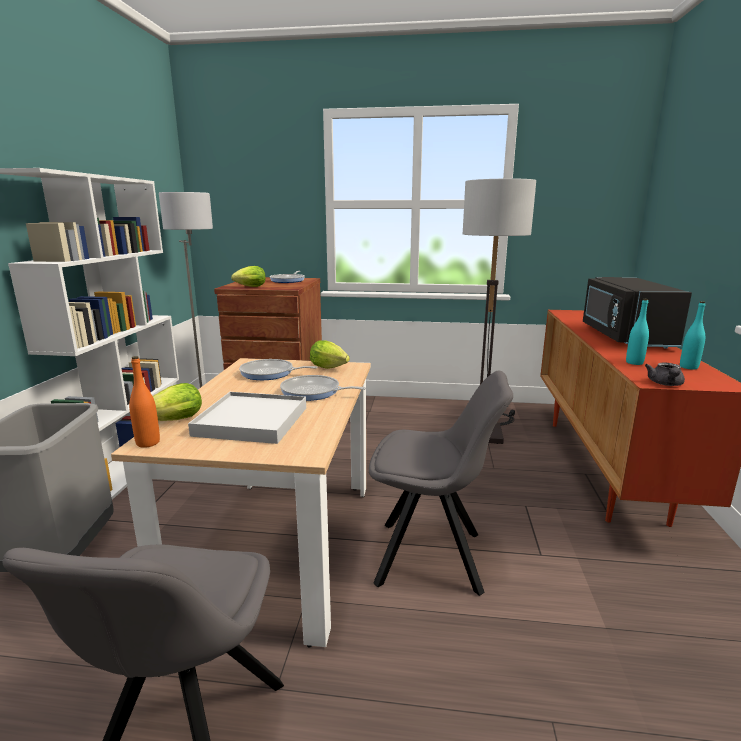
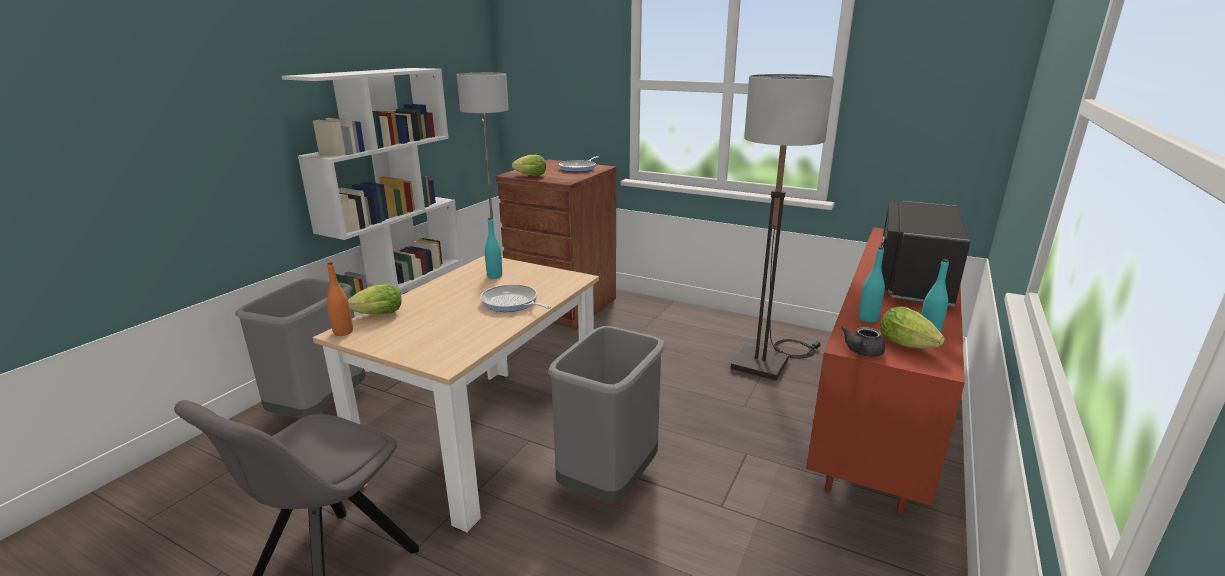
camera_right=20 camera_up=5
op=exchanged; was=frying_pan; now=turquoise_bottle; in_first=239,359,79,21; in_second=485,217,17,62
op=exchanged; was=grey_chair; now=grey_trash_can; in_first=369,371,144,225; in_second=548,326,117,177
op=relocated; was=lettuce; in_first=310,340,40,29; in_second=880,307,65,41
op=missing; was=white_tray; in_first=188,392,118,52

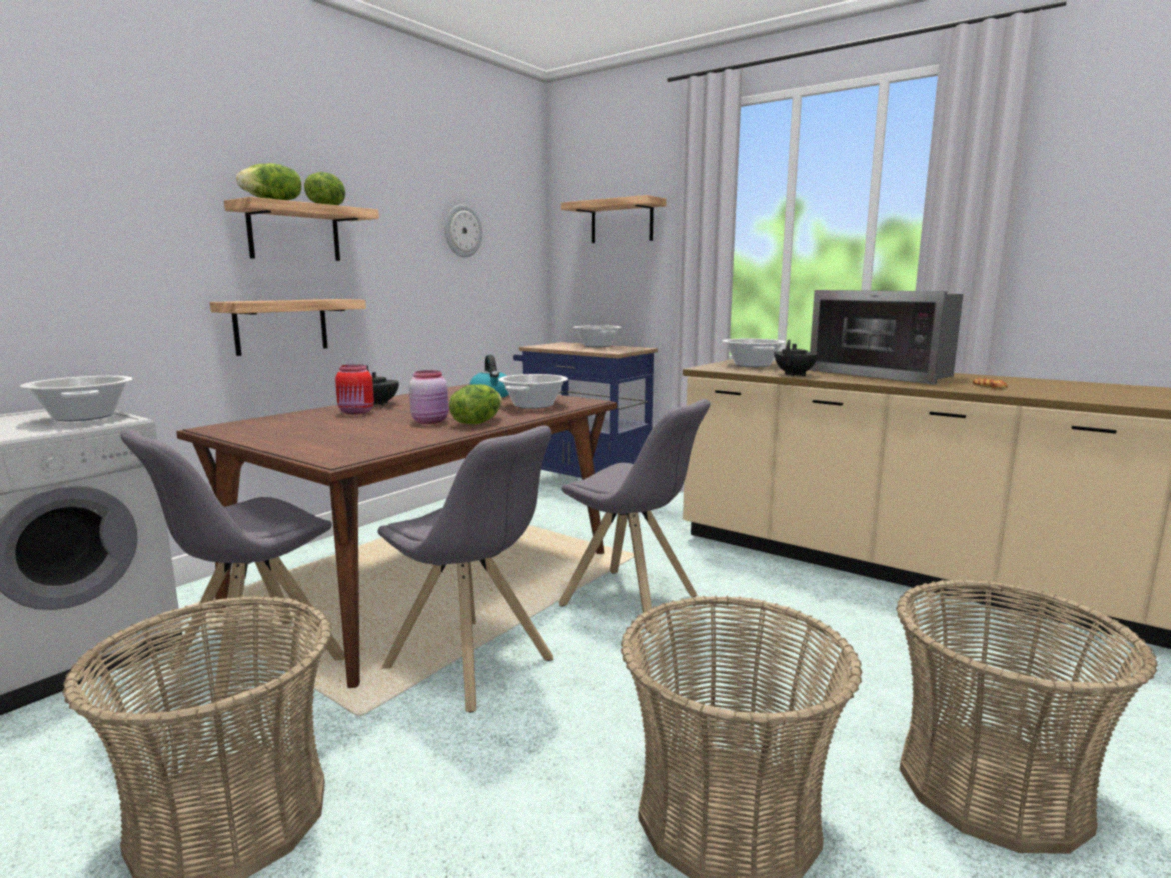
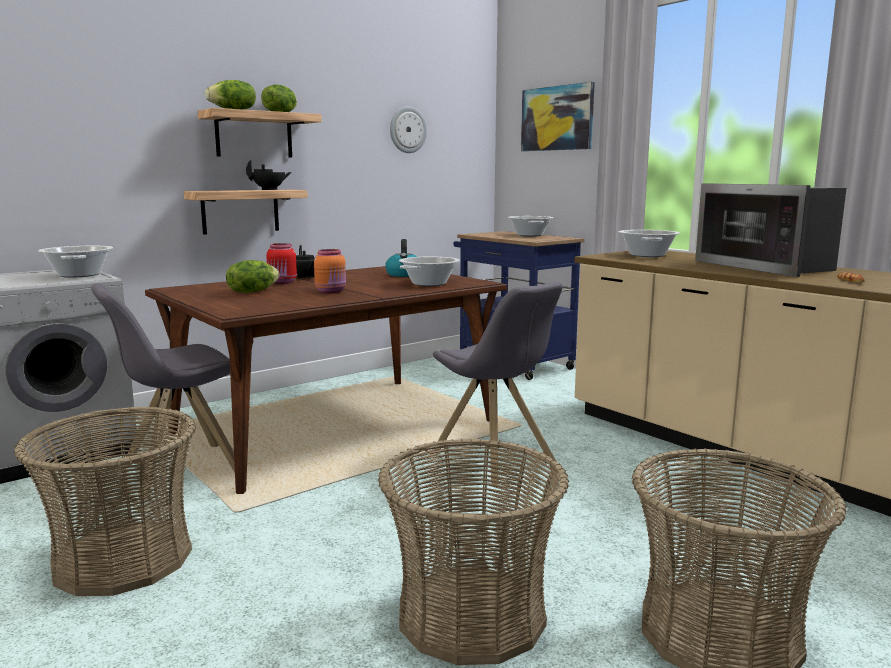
camera_right=15 camera_up=0
op=relocated; was=lettuce; in_first=449,384,53,40; in_second=226,260,53,33
op=relocated; was=black_teapot; in_first=775,339,43,37; in_second=246,160,45,30
op=colour; was=pink_jar; now=orange_jar; in_first=409,370,39,54; in_second=314,249,32,44
op=exchanged; was=shelf; now=picture; in_first=561,195,106,48; in_second=521,82,74,69
op=missing; was=grey_chair; in_first=377,425,176,287

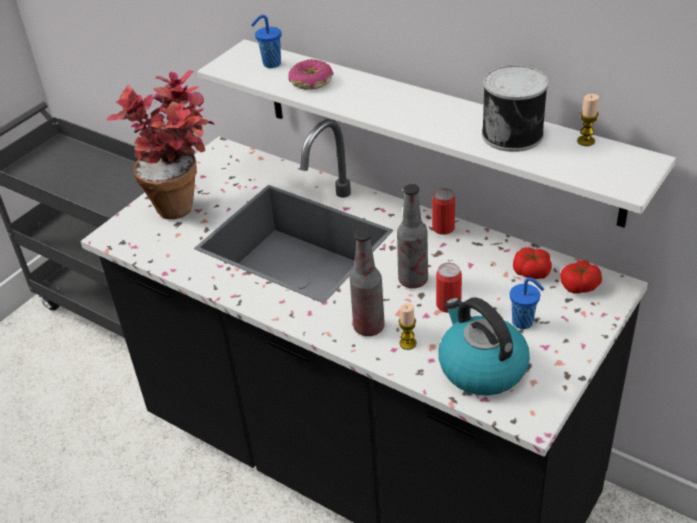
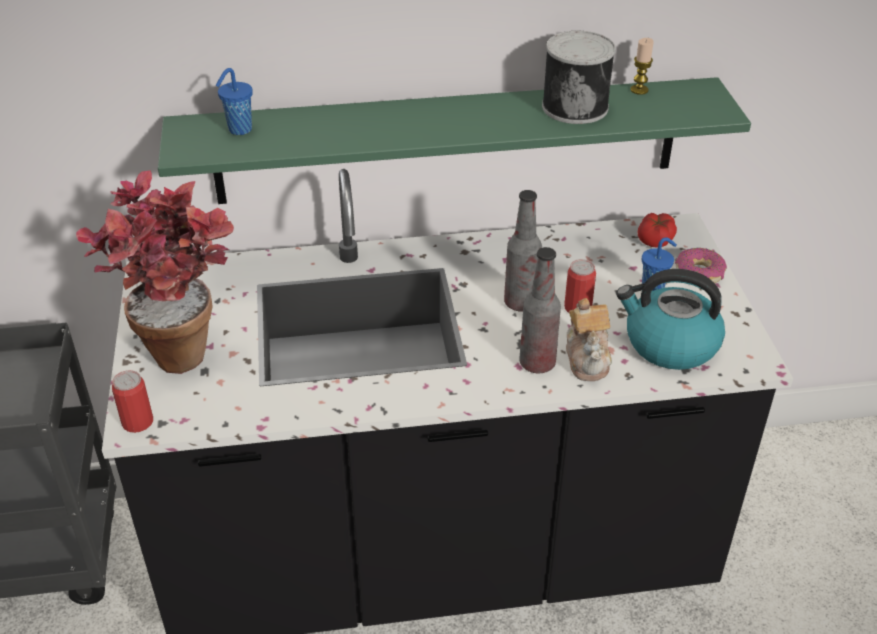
camera_right=-45 camera_up=0
op=relocated; was=can; in_first=432,188,23,47; in_second=112,370,41,63
op=colour; was=white_shelf; now=green_shelf; in_first=197,39,479,189; in_second=158,77,593,127
op=exchanged; was=candle; now=teapot; in_first=398,303,18,47; in_second=566,298,46,83
op=relocated; was=donut; in_first=288,59,46,31; in_second=675,248,52,35
op=missing; was=tomato; in_first=513,247,39,32

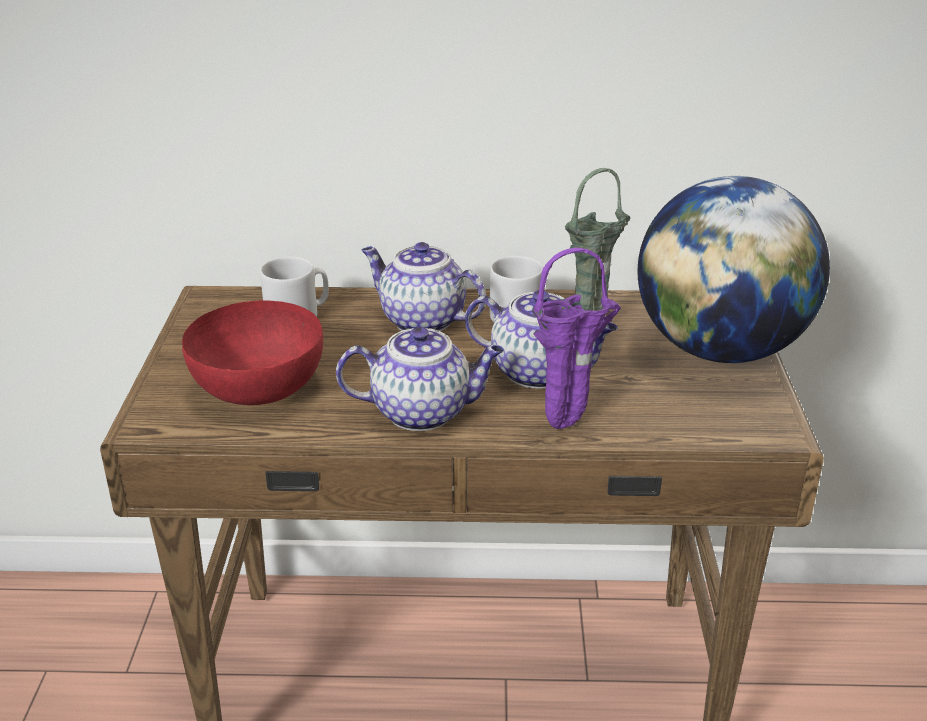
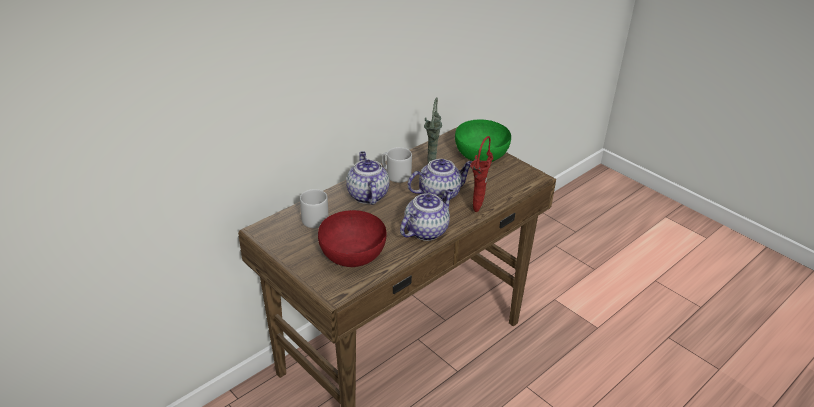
camera_right=-45 camera_up=5
op=spun; was=teapot; in_first=362,242,124,89; in_second=346,151,44,54; clockwise=90
op=exchanged; was=globe; now=green_bowl; in_first=638,176,192,187; in_second=455,119,56,43
op=colour; was=purple_vase; now=red_vase; in_first=532,248,89,181; in_second=470,136,23,76

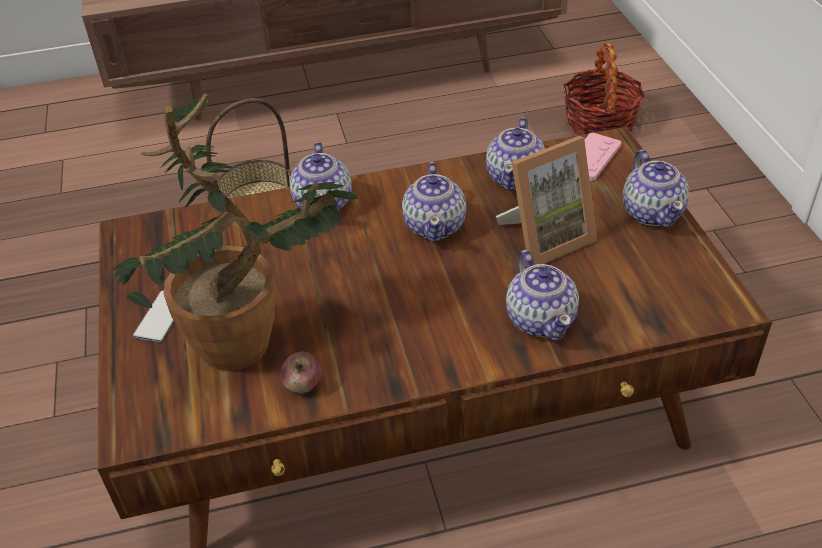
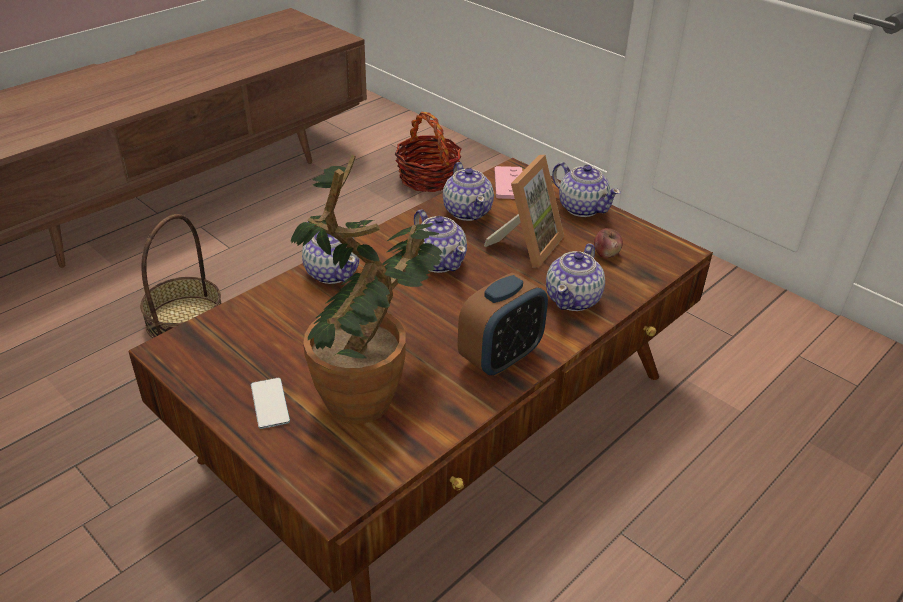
camera_right=-35 camera_up=-5
op=appeared; now=alarm_clock; in_second=458,273,90,103
op=spun; was=teapot; in_first=506,250,73,91; in_second=546,243,59,68; clockwise=75
op=relocated; was=apple; in_first=281,352,40,41; in_second=594,228,29,30

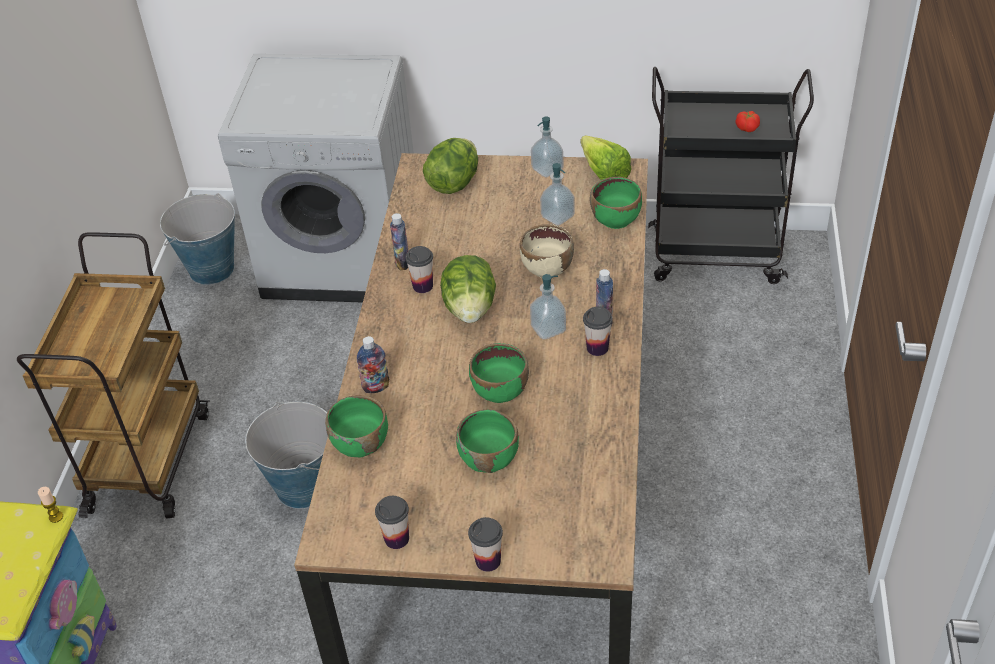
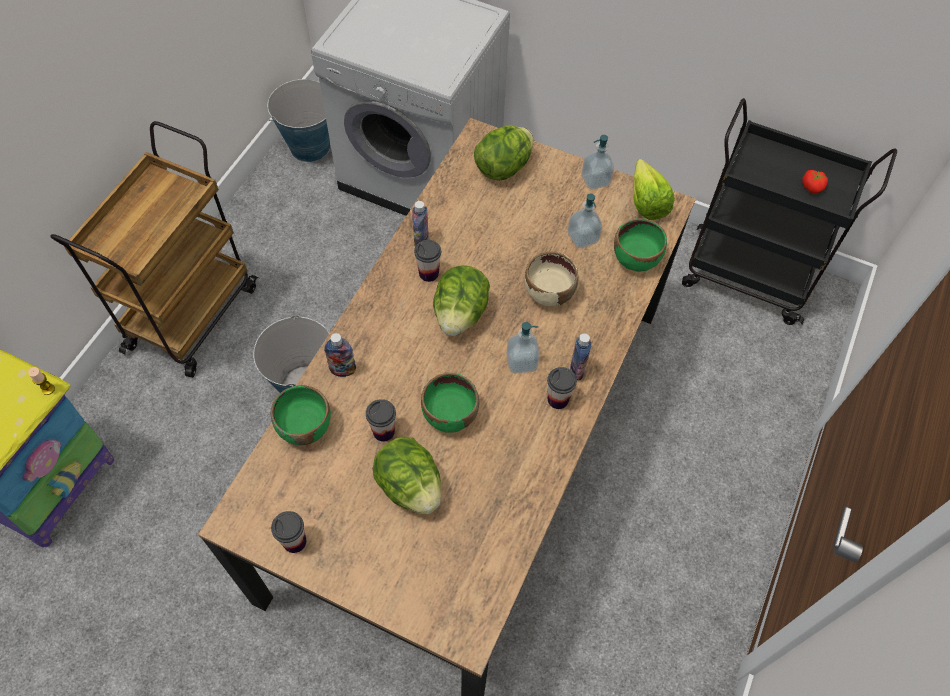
camera_right=15 camera_up=15
op=relocated; was=cup; in_first=468,517,35,55; in_second=366,399,30,43
op=exchanged; was=green_bowl; now=lettuce; in_first=456,409,63,64; in_second=373,437,68,77

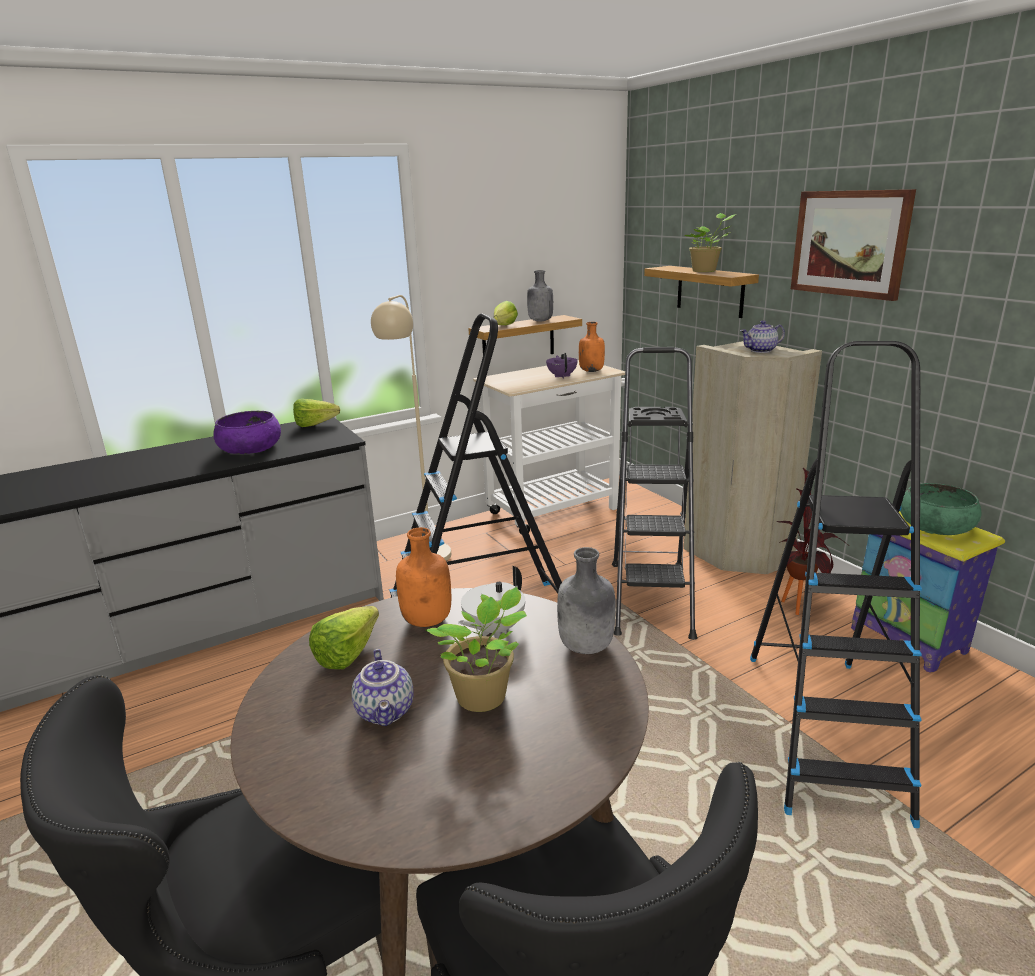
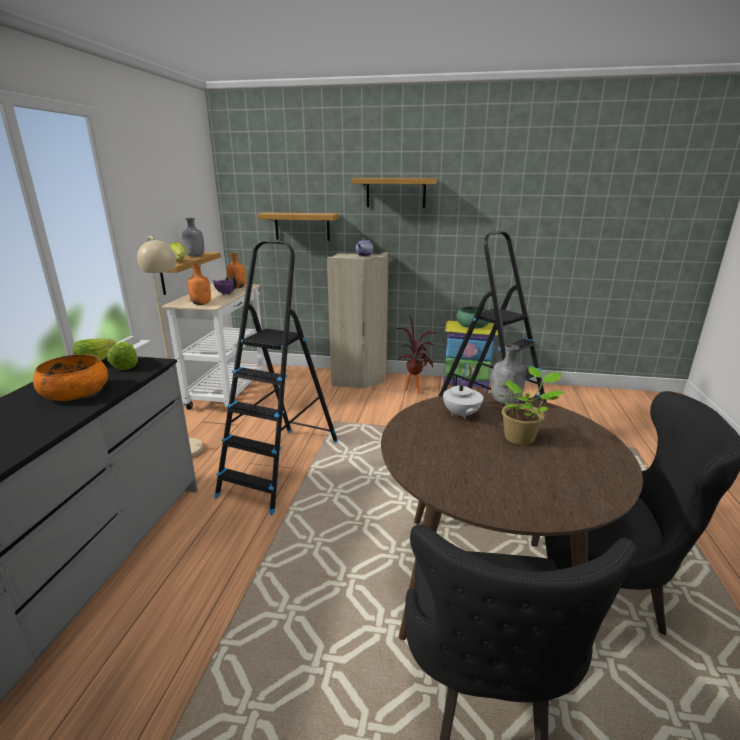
camera_right=-50 camera_up=0
op=colour; was=purple_bowl; now=orange_bowl; in_first=213,411,68,43; in_second=33,354,75,47
op=relocated; was=lettuce; in_first=309,606,70,63; in_second=107,341,31,29
op=relocated; was=orange_bottle; in_first=396,527,55,100; in_second=188,264,23,41
op=exchanged; was=picture; now=shelf; in_first=791,189,125,112; in_second=352,178,85,30
op=missing; was=teapot; in_first=351,649,63,77
op=missing; was=step_ladder; in_first=612,347,85,293
op=missing; was=potted_plant; in_first=684,213,52,59

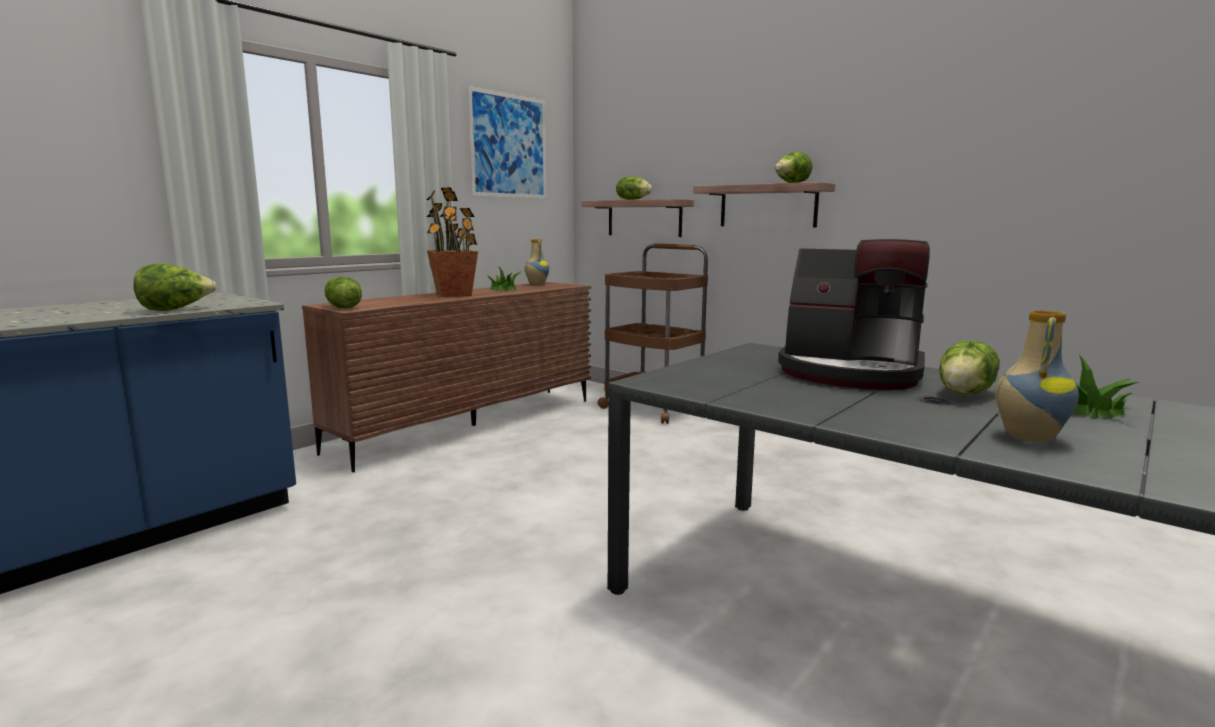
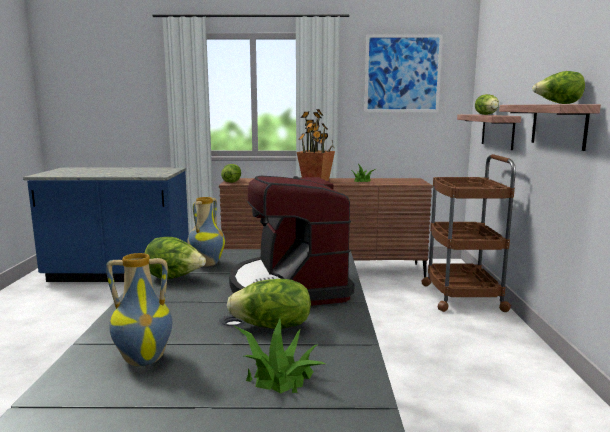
camera_right=50 camera_up=0
op=relocated; was=lettuce; in_first=134,263,83,48; in_second=145,237,61,42
op=relocated; was=vase; in_first=525,239,24,46; in_second=188,197,37,69

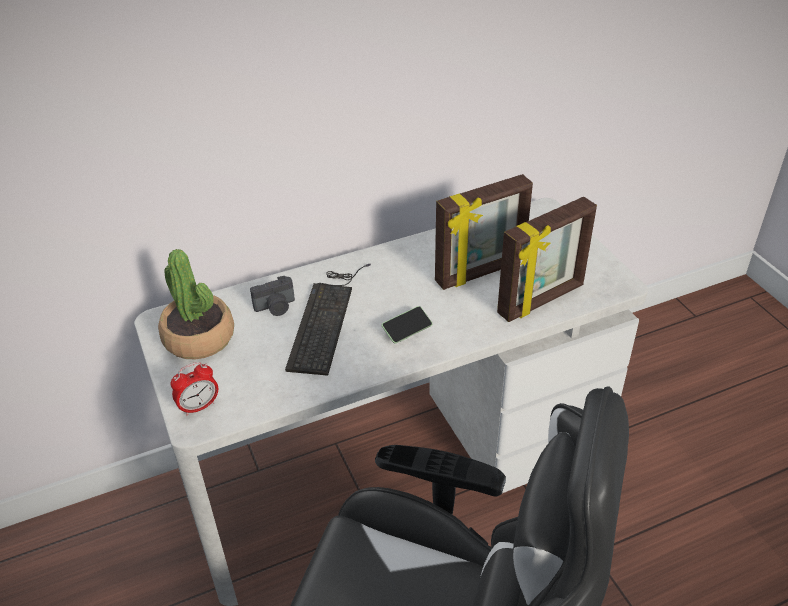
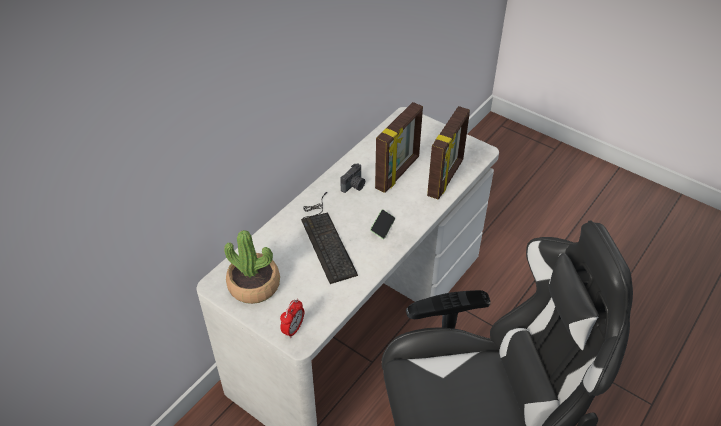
camera_right=-30 camera_up=5
op=relocated; was=photo_camera; in_first=250,276,45,40; in_second=340,163,25,30

